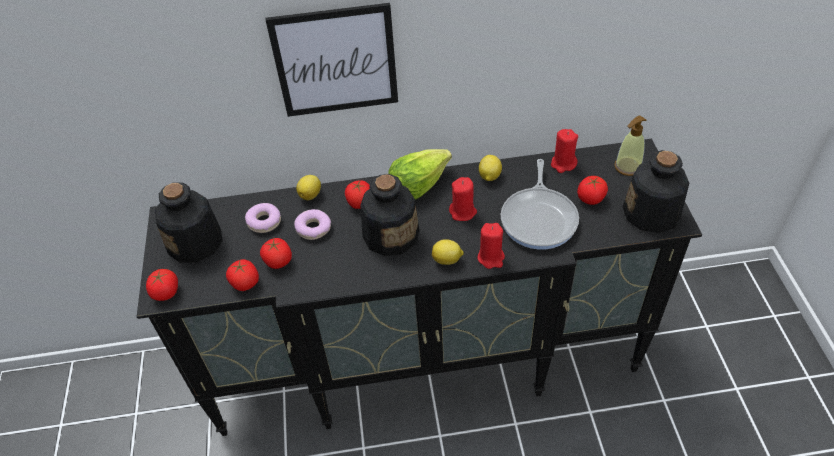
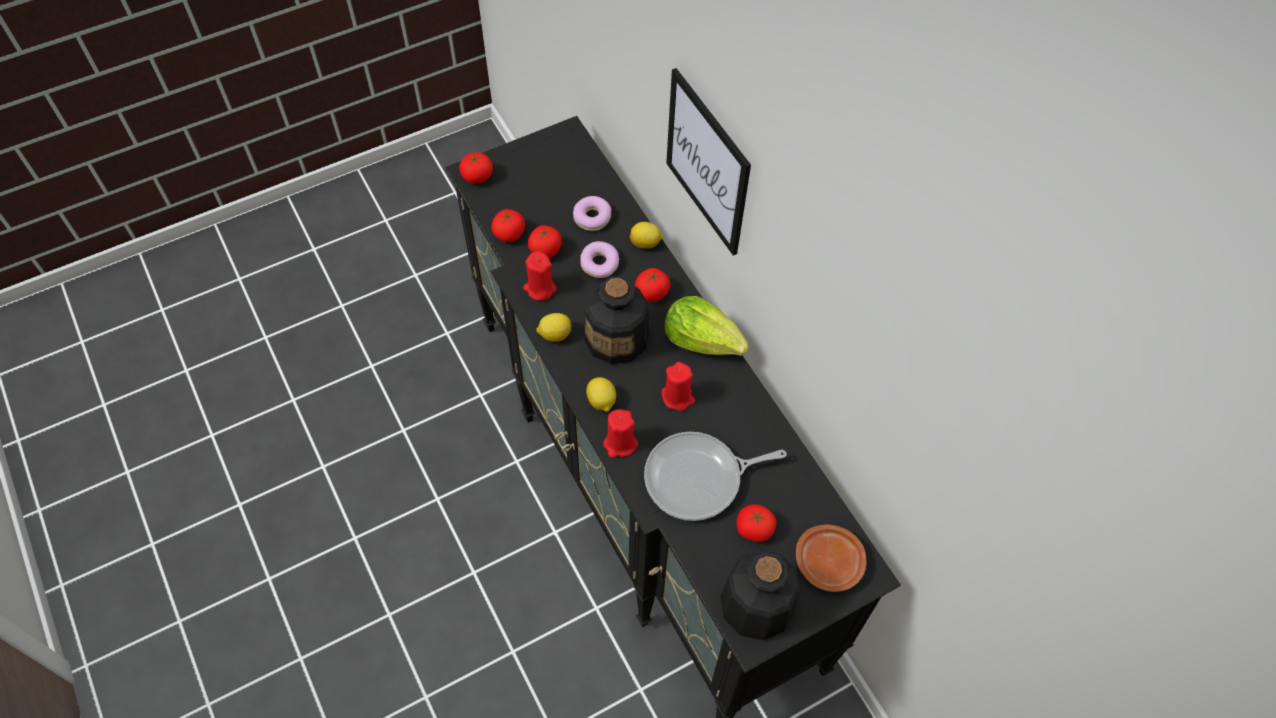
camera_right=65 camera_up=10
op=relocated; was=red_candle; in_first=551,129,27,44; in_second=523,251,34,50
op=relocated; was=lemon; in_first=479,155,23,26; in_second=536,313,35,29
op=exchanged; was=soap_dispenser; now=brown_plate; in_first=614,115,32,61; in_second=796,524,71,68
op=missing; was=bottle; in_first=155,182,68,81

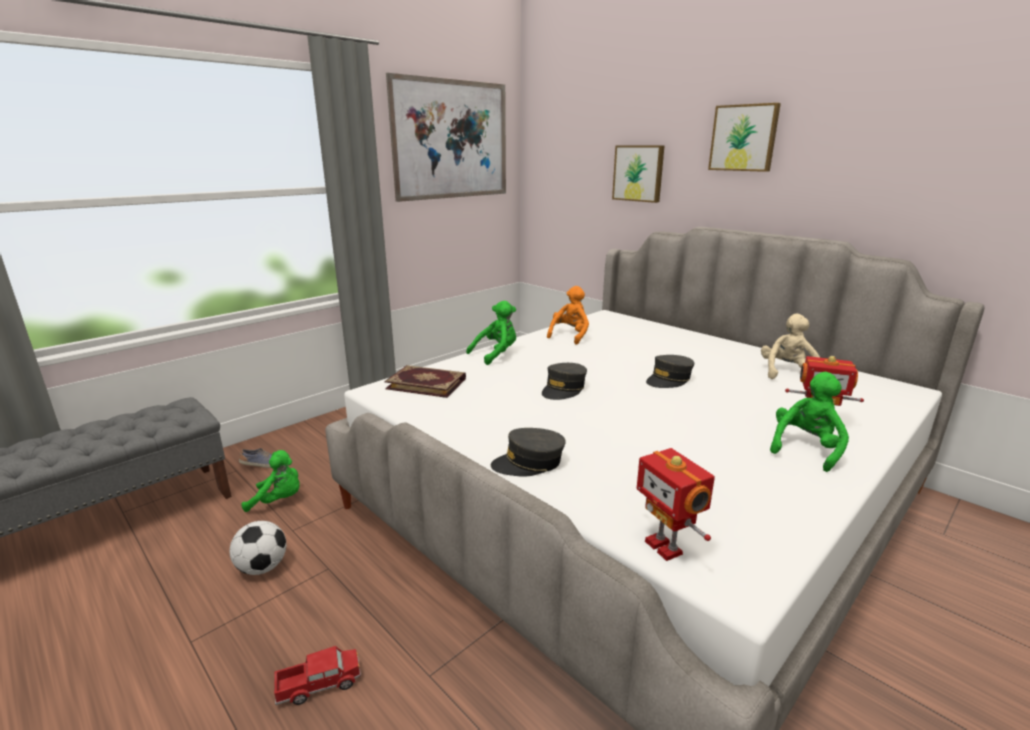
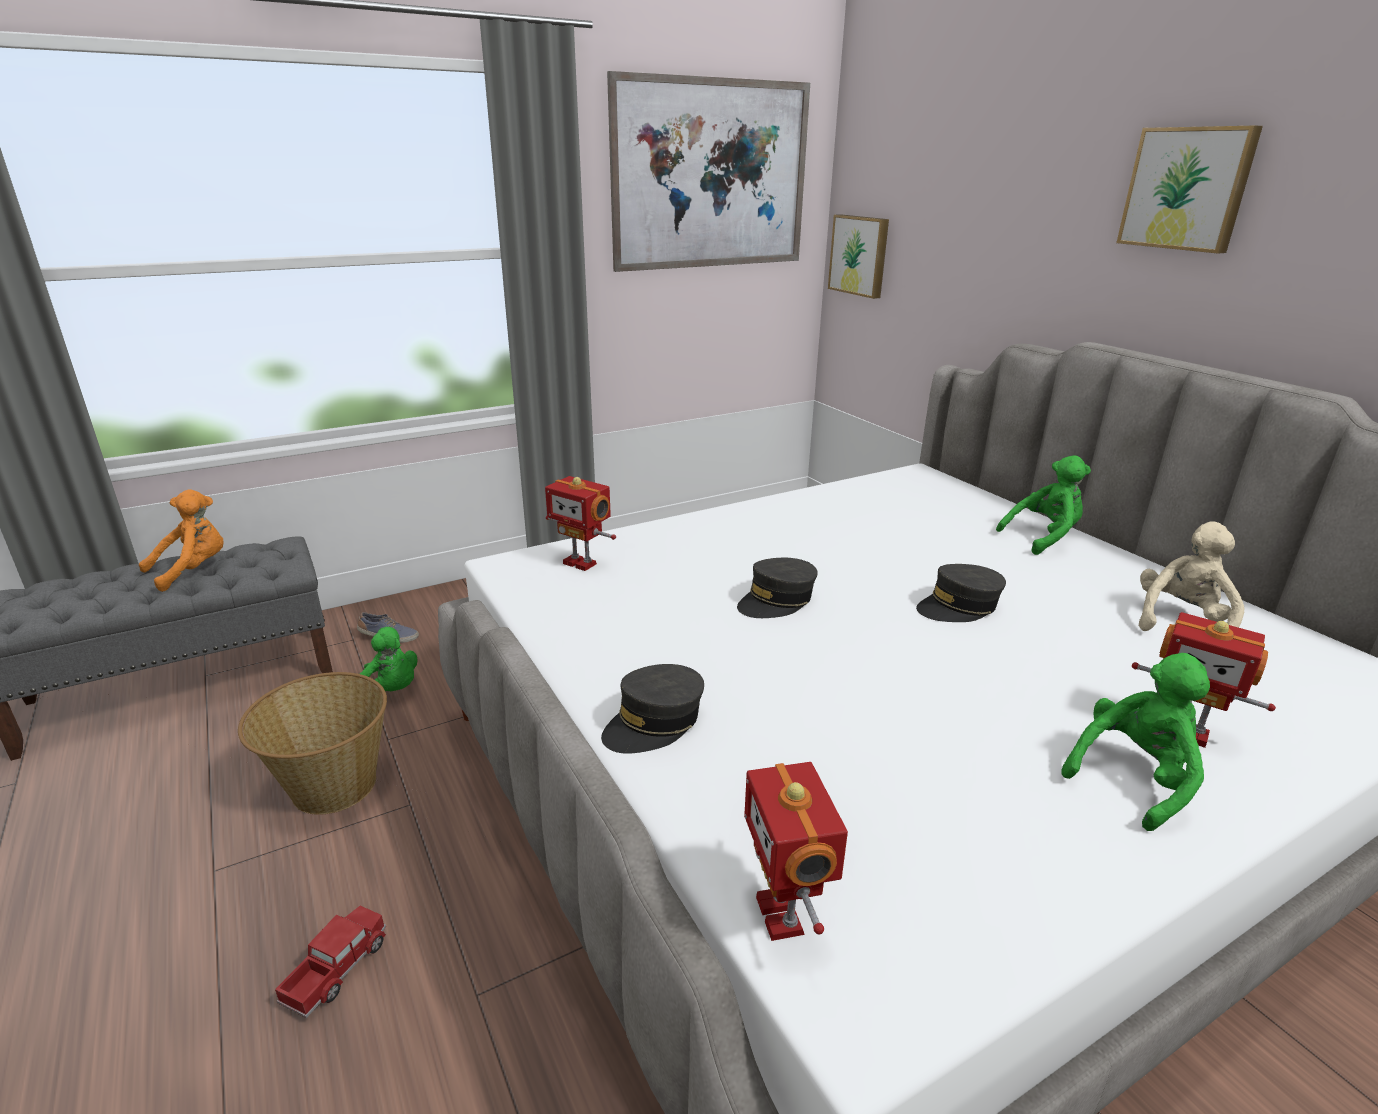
camera_right=15 camera_up=5
op=relocated; was=orange_plush_toy; in_first=547,286,42,59; in_second=139,489,85,103
op=exchanged; was=football; now=basket; in_first=230,521,56,54; in_second=238,672,149,143
op=spun; was=toy_truck; in_first=274,646,87,59; in_second=275,906,111,112; clockwise=-60
op=exchanged; was=book; now=toy_robot; in_first=384,365,82,33; in_second=545,476,71,95
op=spun; was=grey_cap; in_first=491,428,75,49; in_second=601,664,103,90; clockwise=-45
op=relocated; was=picture; in_first=612,145,53,58; in_second=828,214,61,85
op=relocated; was=green_plush_toy; in_first=466,301,50,64; in_second=996,455,95,100

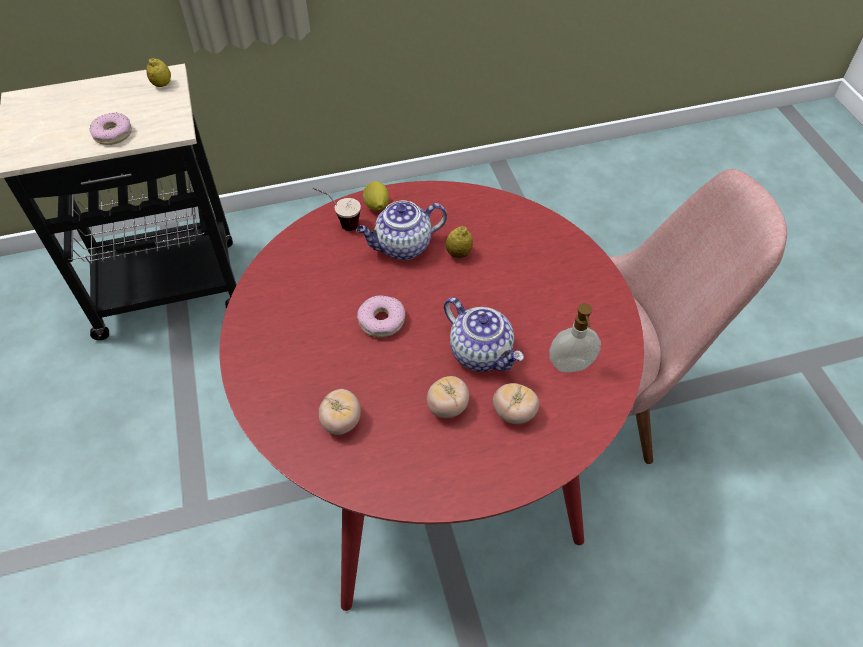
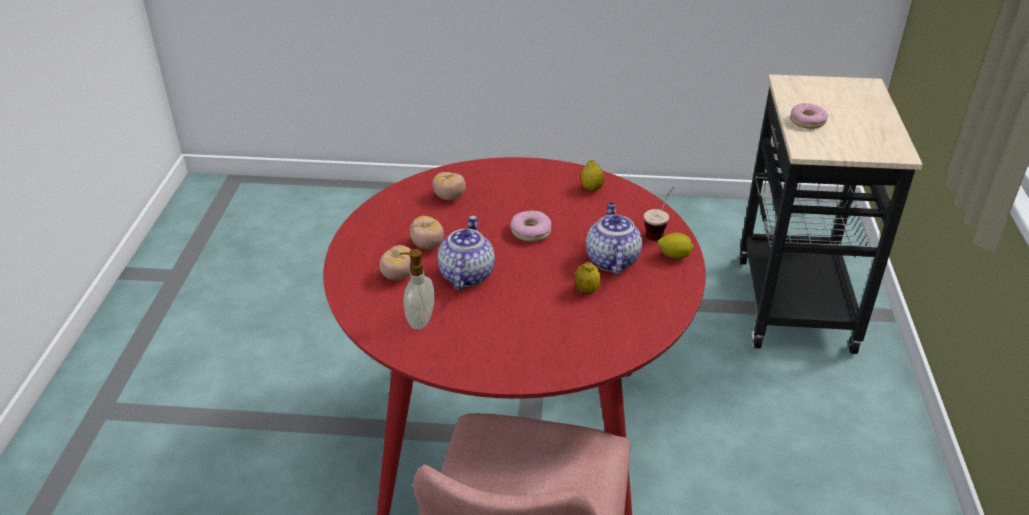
camera_right=110 camera_up=-15
op=spun; was=teapot; in_first=444,297,80,75; in_second=438,216,57,74; clockwise=120
op=relocated; was=lemon; in_first=146,58,25,29; in_second=581,160,23,31

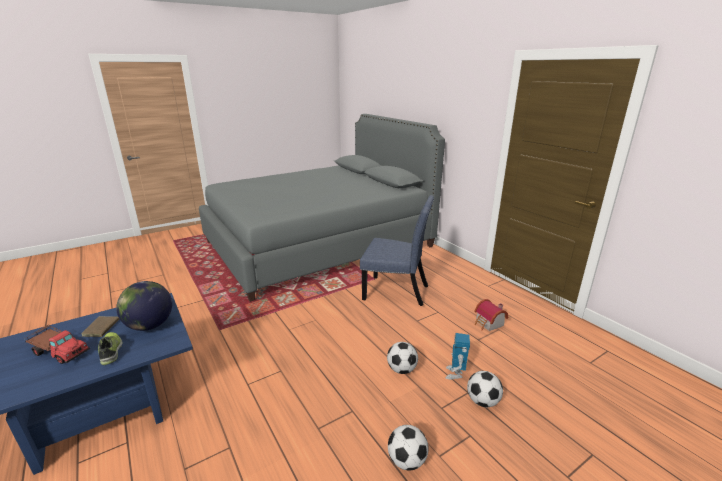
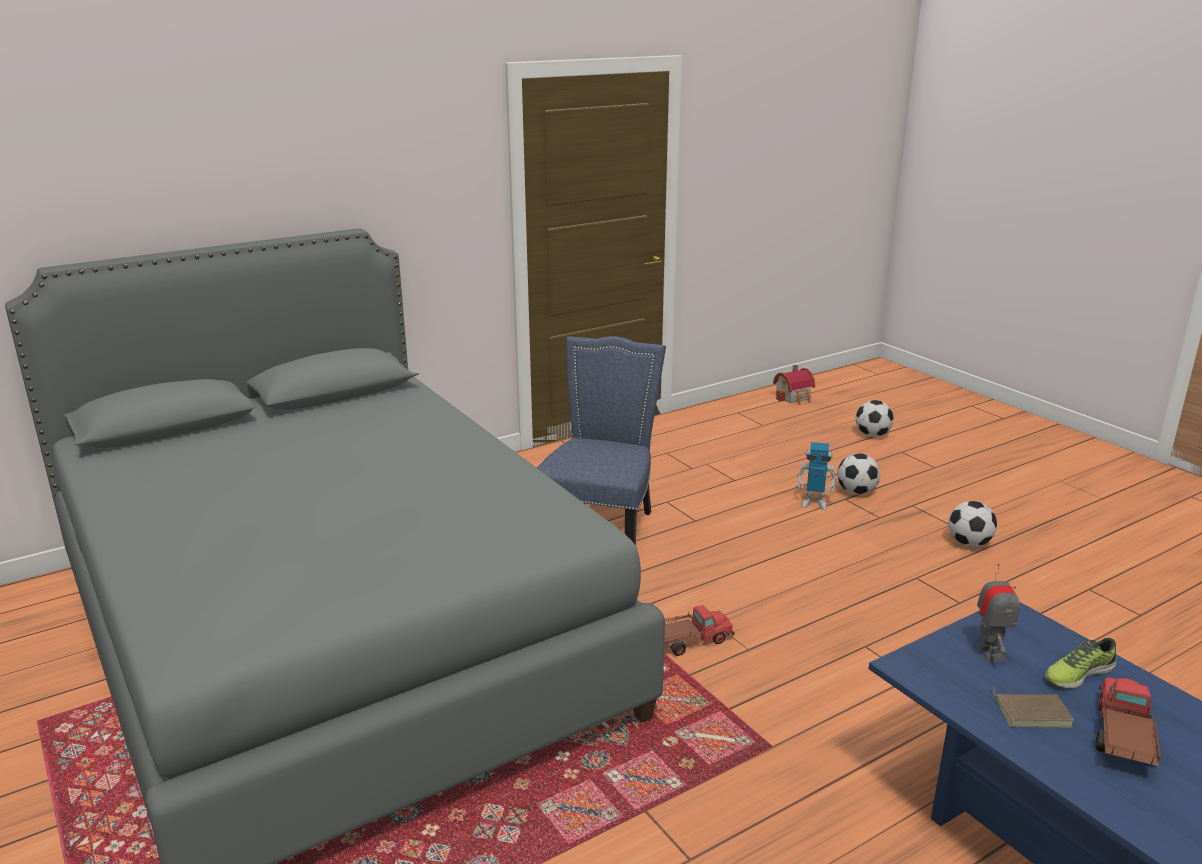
camera_right=-90 camera_up=0
op=appeared; now=toy_truck; in_second=664,605,71,51
op=relocated; was=toy_house; in_first=474,299,34,32; in_second=773,365,42,40
op=relocated; was=football; in_first=387,342,31,32; in_second=856,400,38,37
op=exchanged; was=globe; now=toy_robot; in_first=116,281,56,50; in_second=977,564,43,98

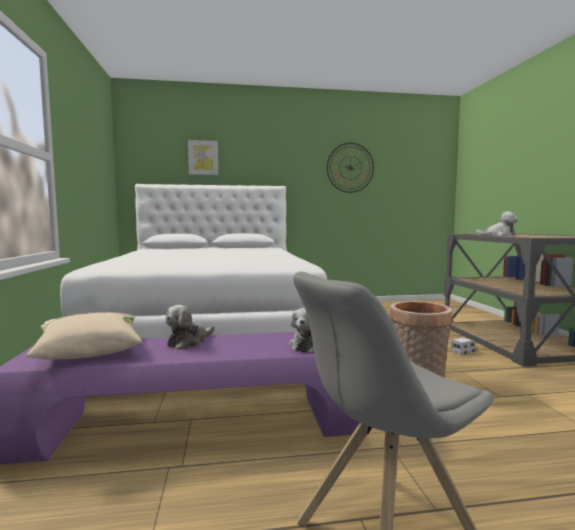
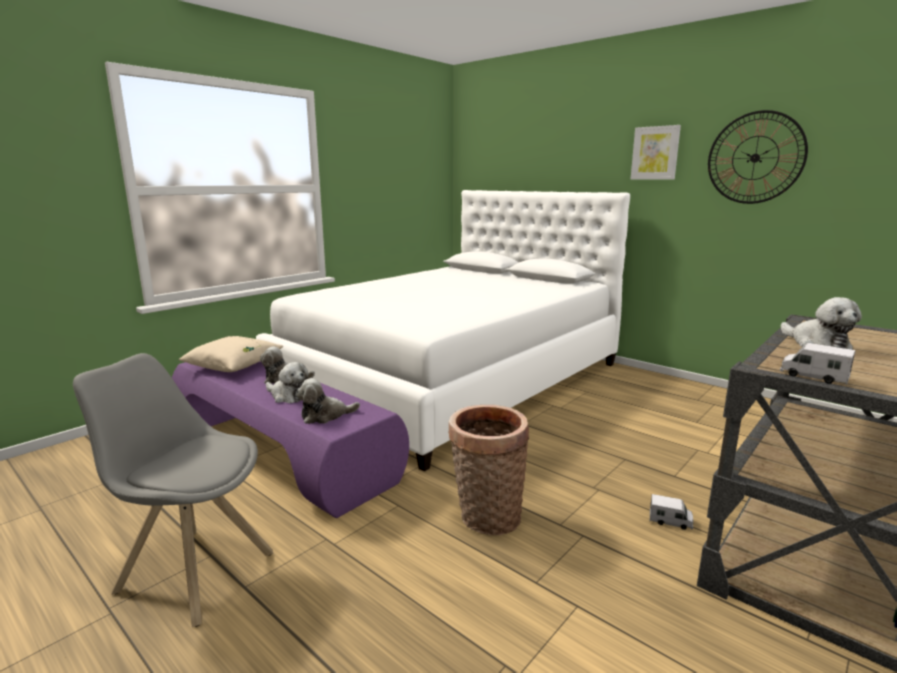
camera_right=50 camera_up=10
op=appeared; now=plush_toy; in_second=266,362,43,41
op=relocated; was=picture; in_first=188,140,30,35; in_second=630,125,51,55
op=appeared; now=toy_truck; in_second=780,343,75,41

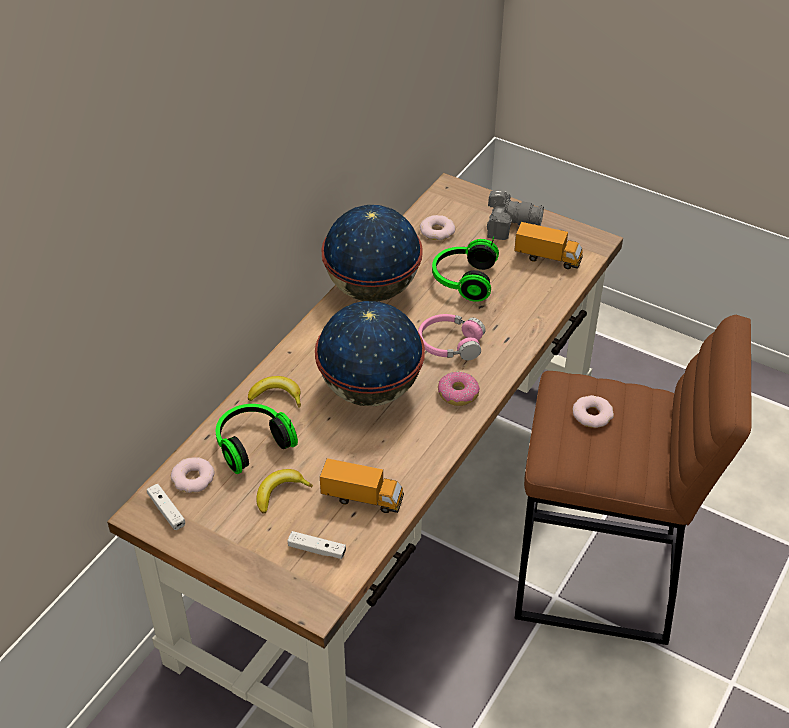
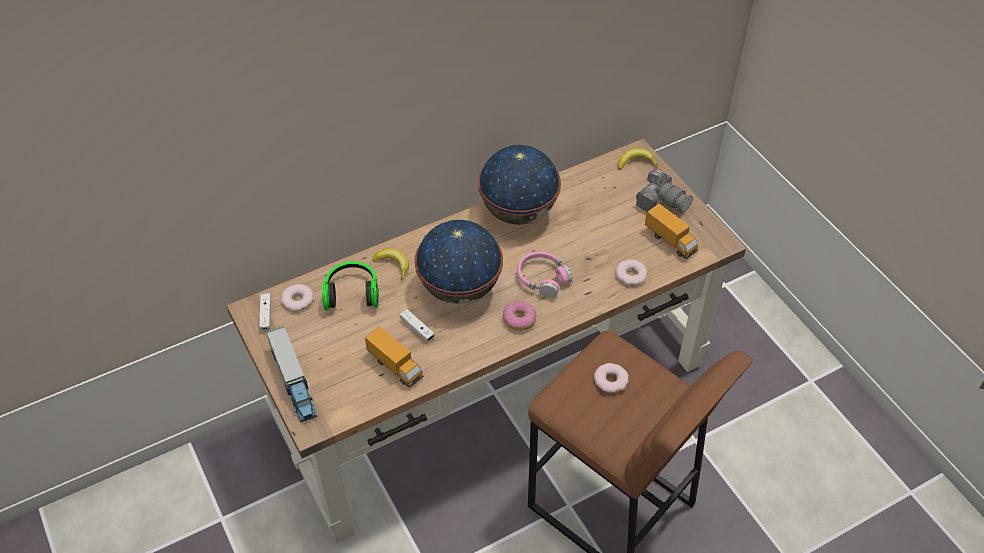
camera_right=30 camera_up=5
op=appeared; now=toy_truck; in_second=266,326,51,96
op=relocated; was=white_game_controller; in_first=287,531,59,28; in_second=400,309,35,32
op=relocated; was=donut; in_first=420,215,35,25; in_second=615,259,33,27
op=relocated; was=banana; in_first=256,469,57,45; in_second=618,148,40,22
op=missing; was=headphones; in_first=432,237,67,65

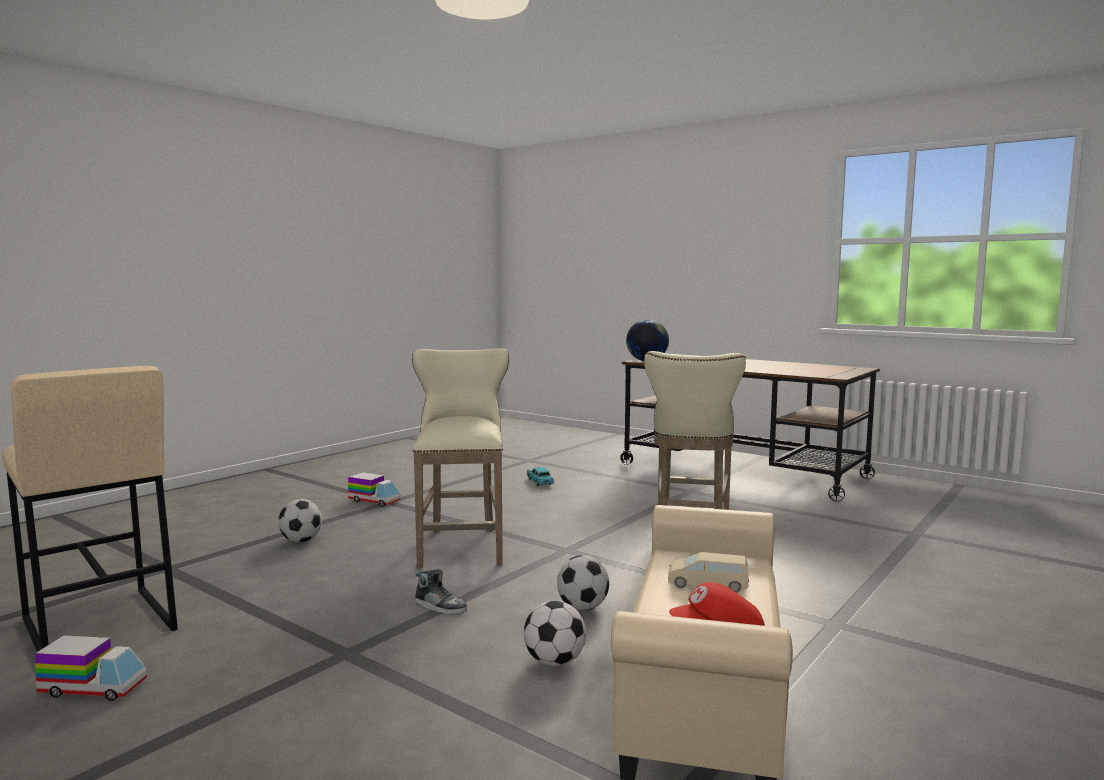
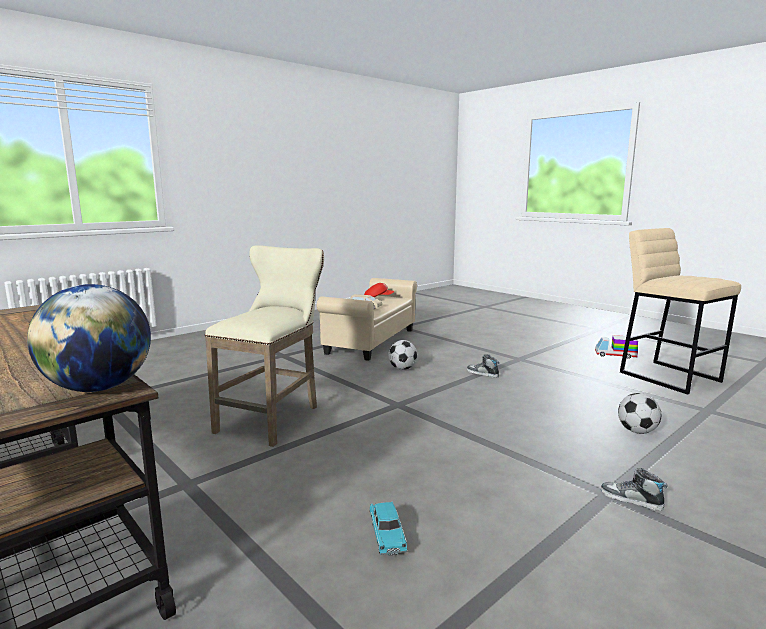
camera_right=-170 camera_up=5
op=exchanged; was=toy_truck; now=shoe; in_first=348,472,53,35; in_second=601,468,67,43
op=missing; was=beige_stool; in_first=412,348,97,220
op=missing; was=football; in_first=524,601,62,65

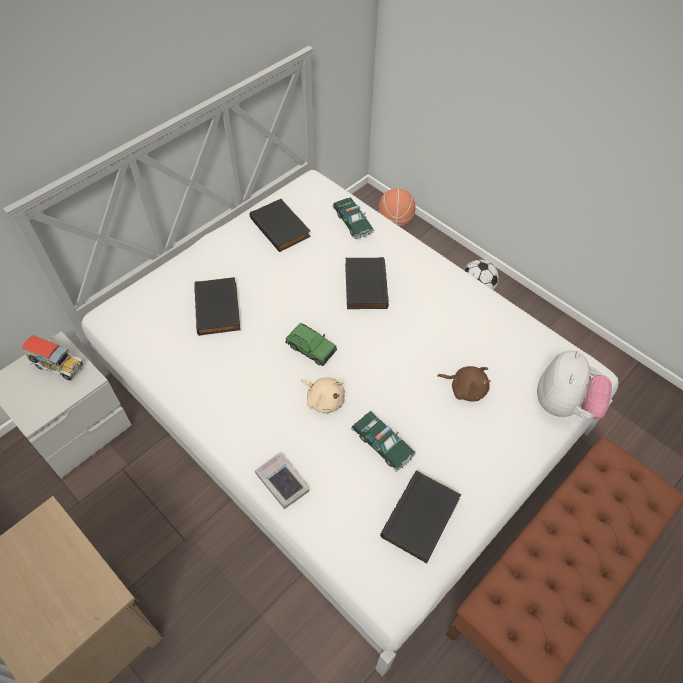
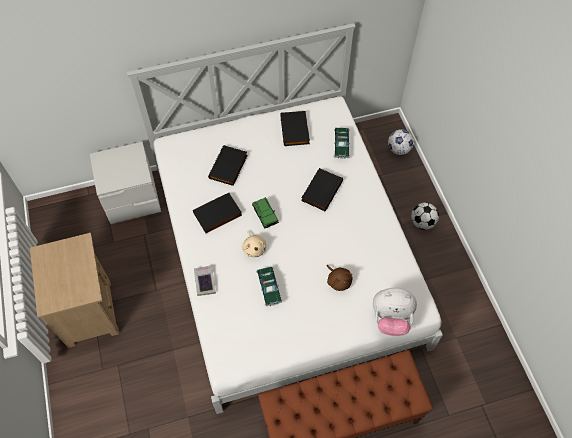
camera_right=30 camera_up=5
op=relocated; was=black_book; in_first=380,471,81,92; in_second=193,193,49,40
op=spun; was=plush_toy; in_first=537,351,75,68; in_second=373,288,44,48; clockwise=45
op=exchanged; was=basketball; now=football; in_first=378,189,37,38; in_second=388,129,26,26
op=missing; was=toy_truck; in_first=22,335,61,45

